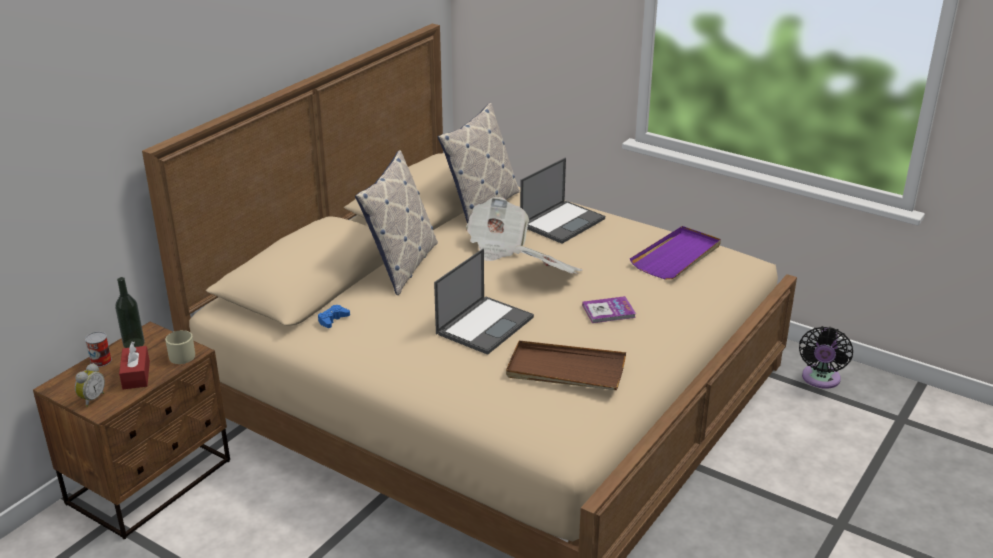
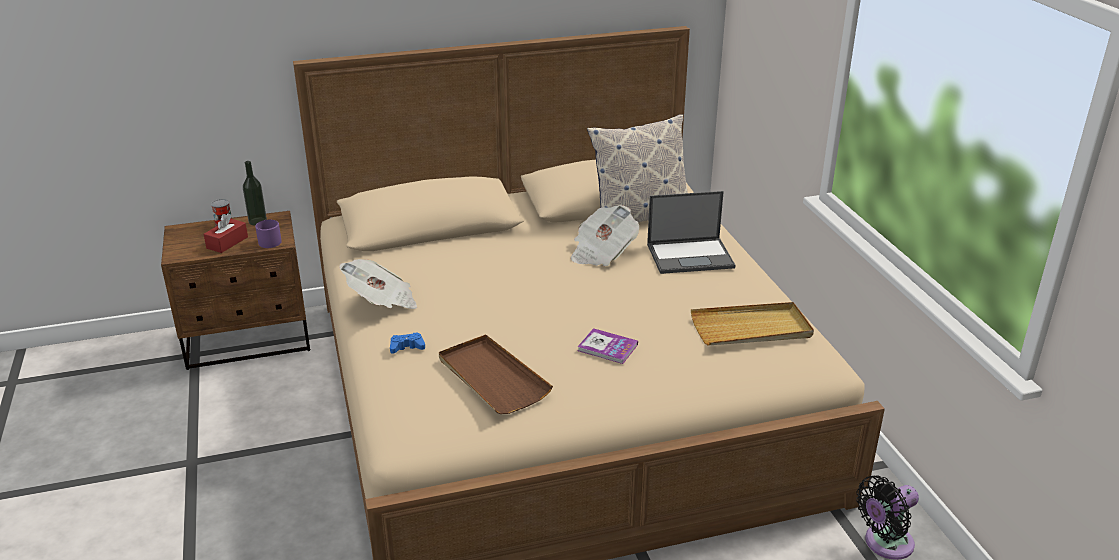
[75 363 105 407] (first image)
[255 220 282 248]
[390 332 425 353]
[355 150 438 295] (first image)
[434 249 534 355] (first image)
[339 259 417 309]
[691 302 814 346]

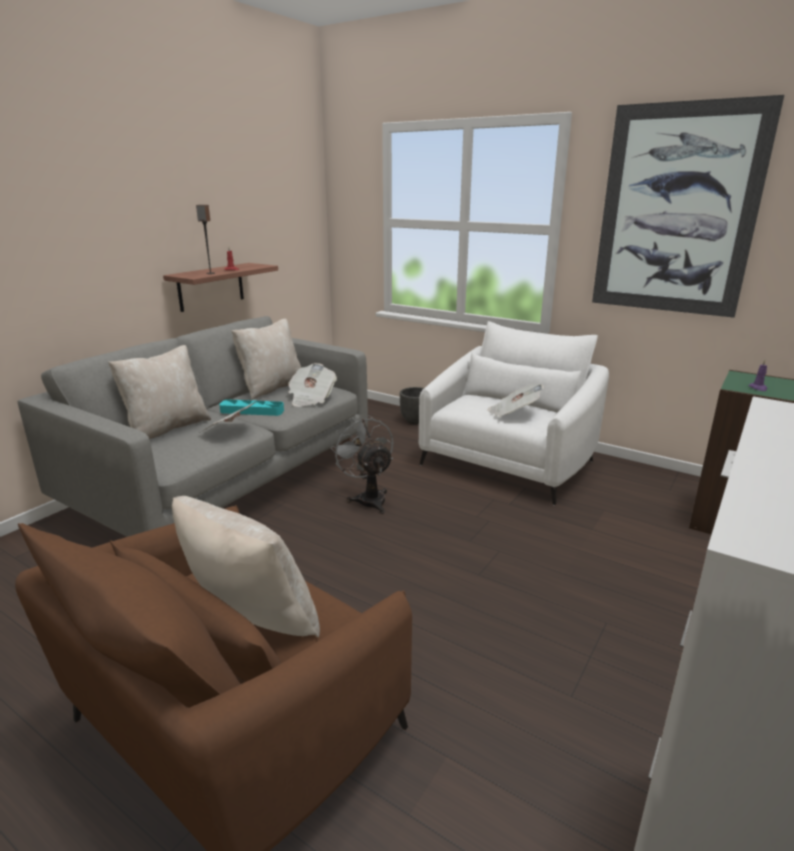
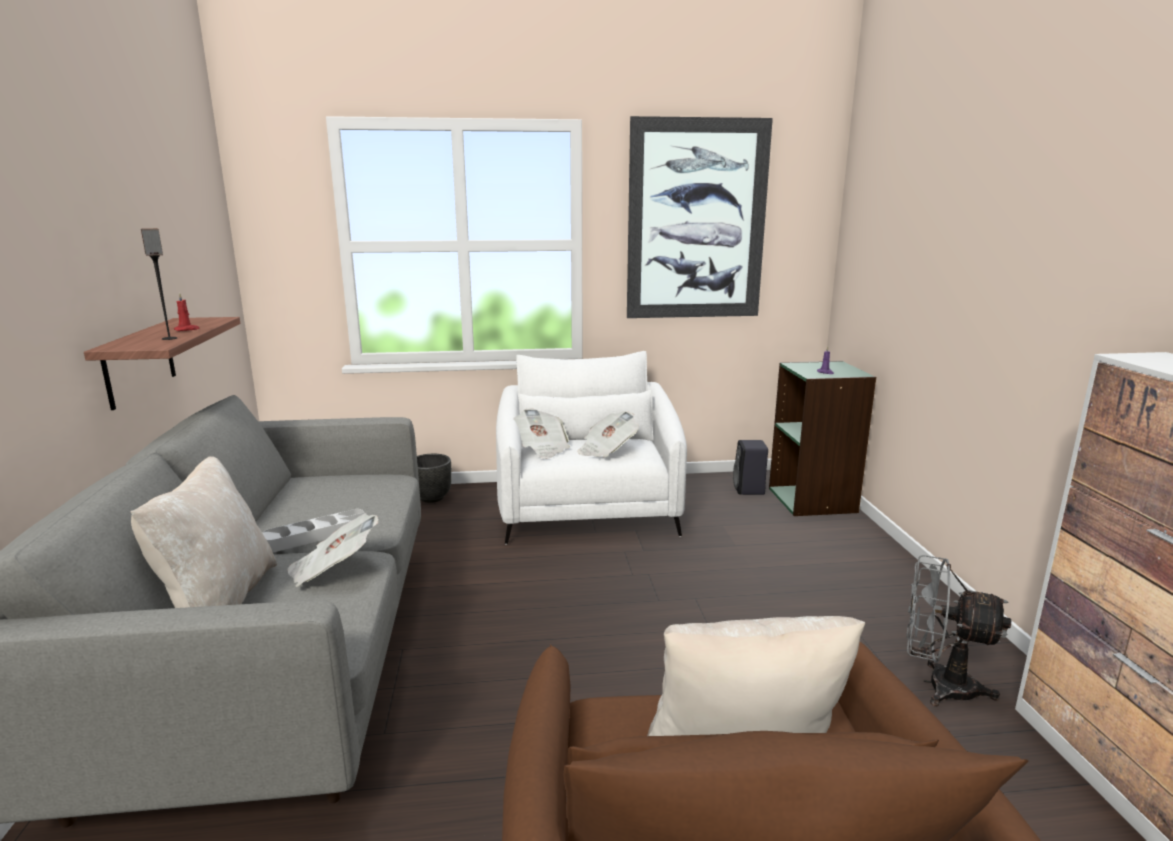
[263 509 365 552]
[231 318 301 400] (first image)
[513 408 570 459]
[906 555 1011 707]
[733 440 768 495]

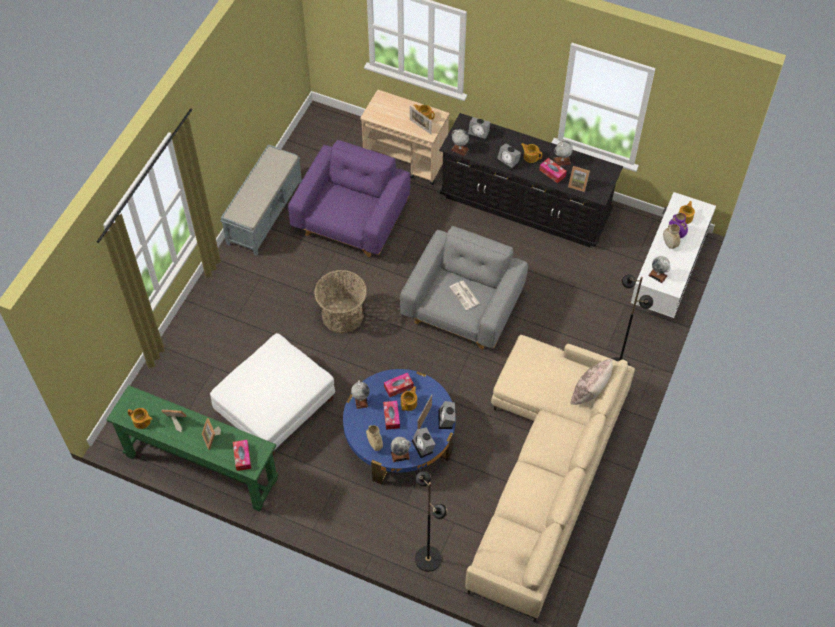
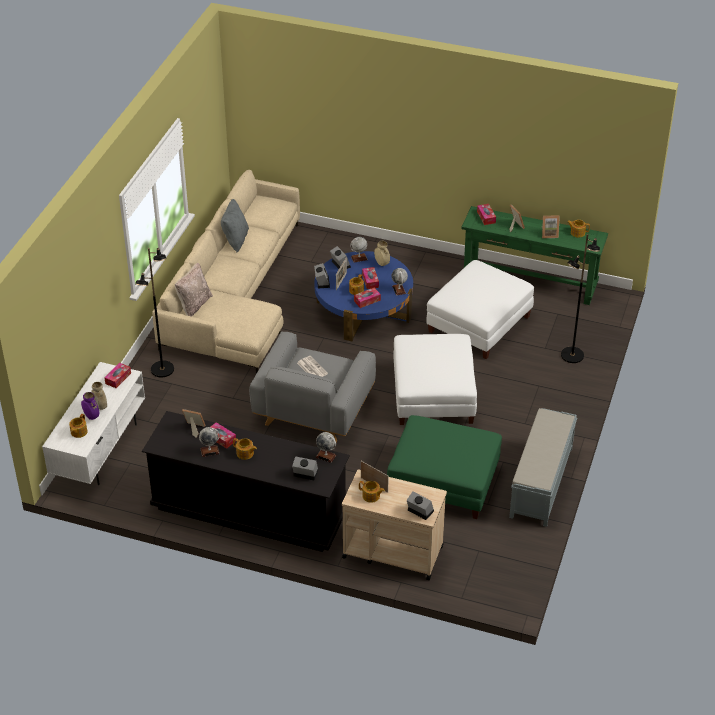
[387 415 502 519]
[393 334 477 425]
[561 234 600 363]
[407 492 434 520]
[104 363 131 388]
[221 199 249 253]

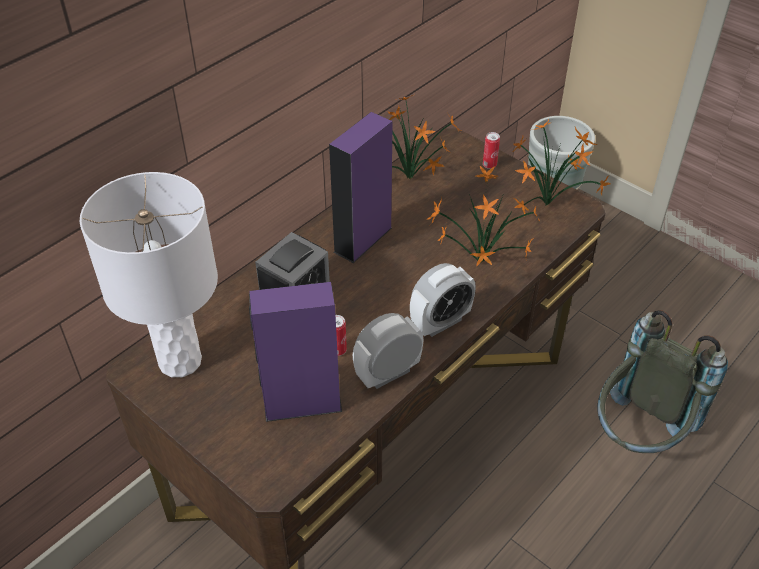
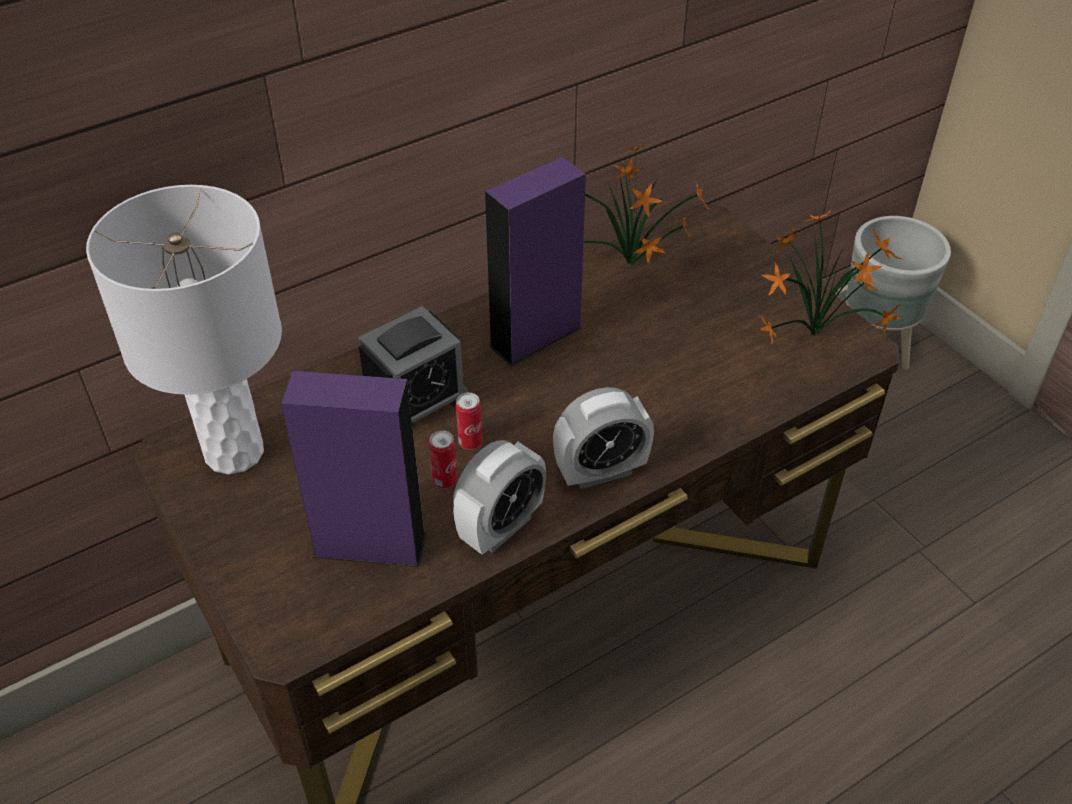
[453 440 546 555]
[427 166 539 267] (first image)
[456 392 482 450]
[597 310 728 453] (first image)

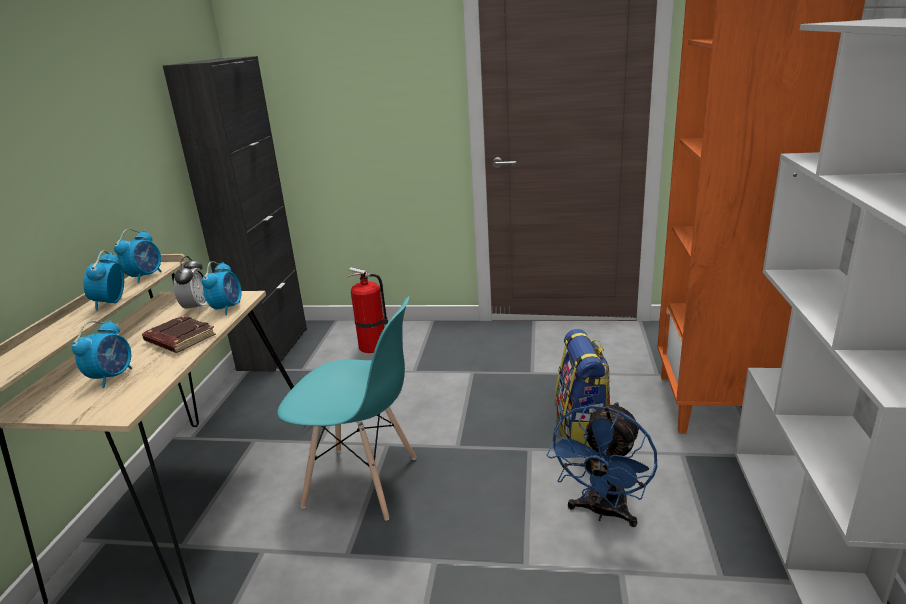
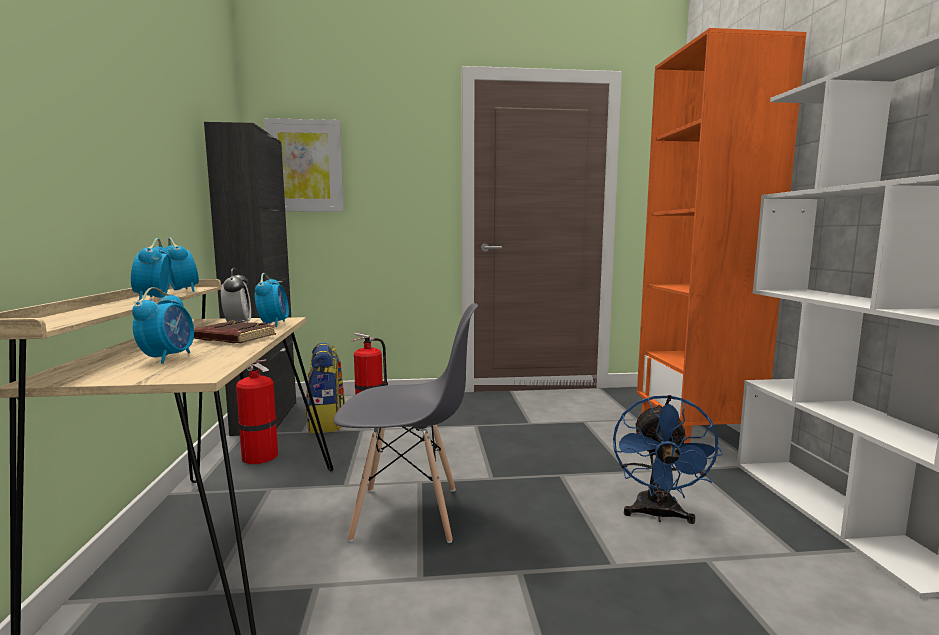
[165 238 199 292]
[333 303 478 543]
[305 343 345 434]
[236 359 278 464]
[264 118 344 212]

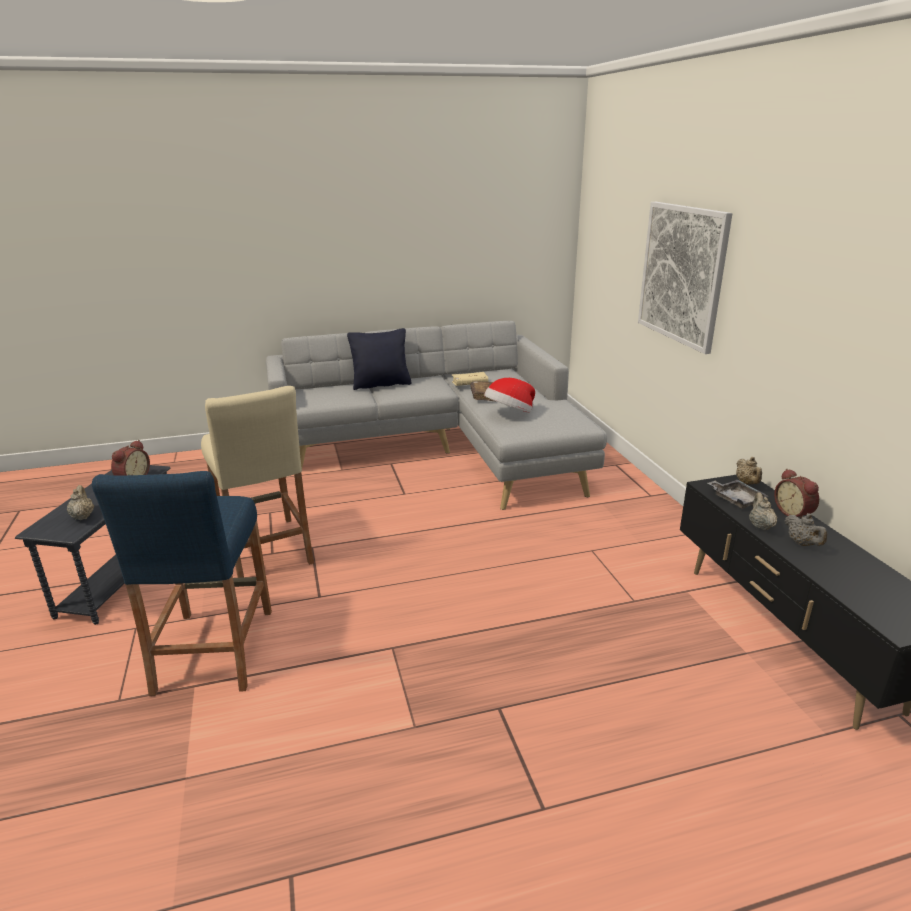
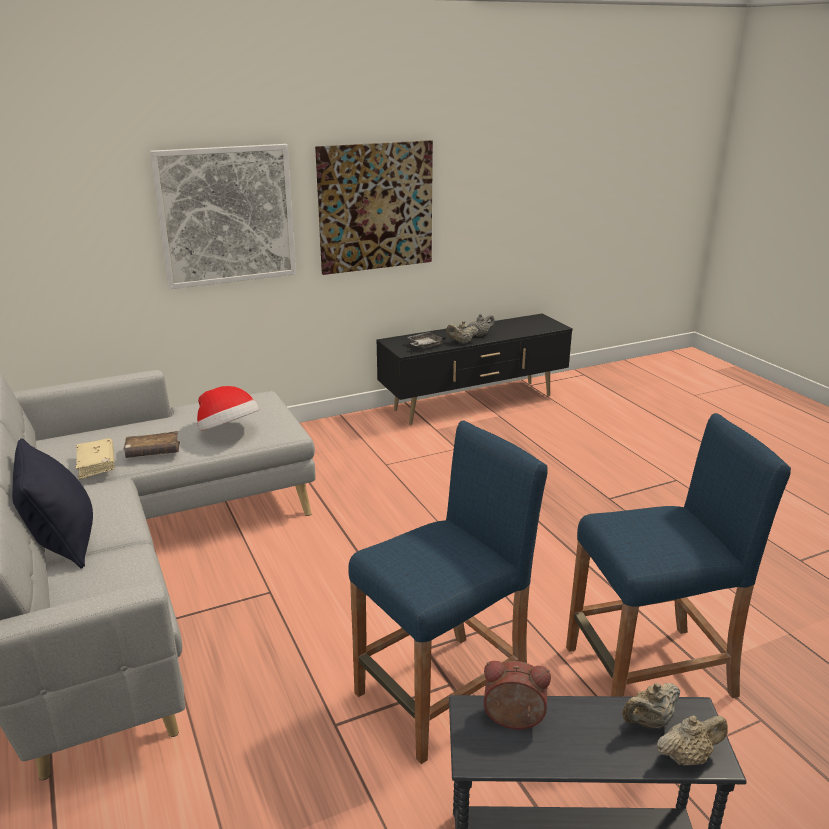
[349 421 548 764]
[656 715 728 766]
[774 469 819 518] (first image)
[315 140 433 275]

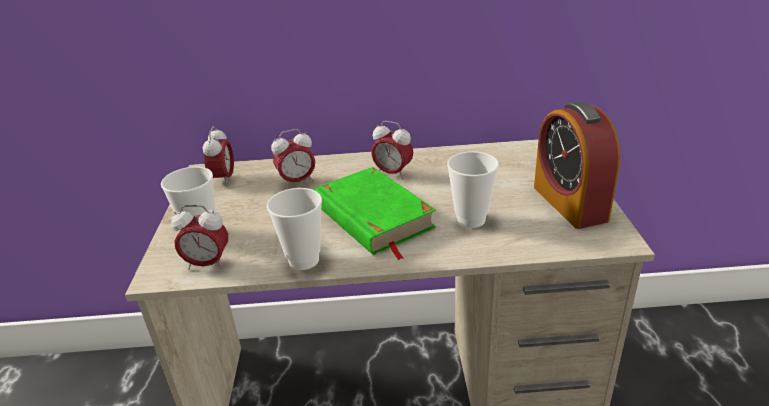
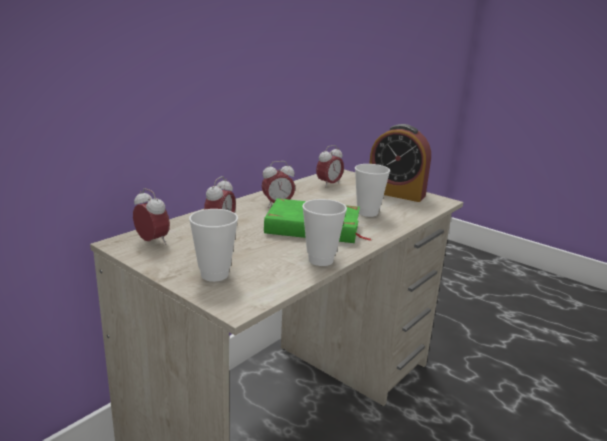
[316 145 344 188]

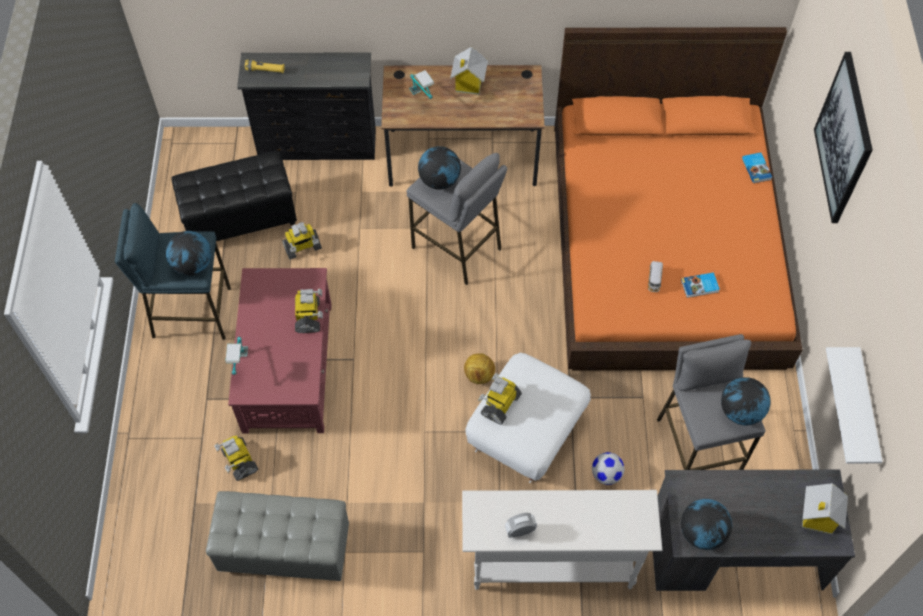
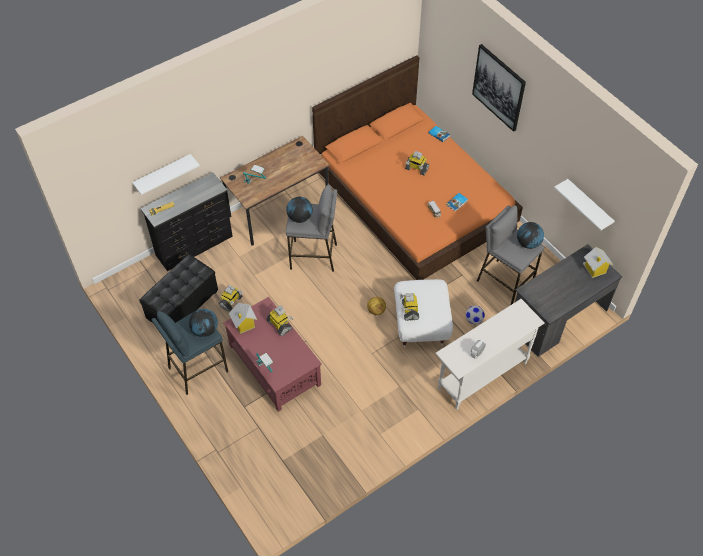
[206 491 349 581] (first image)
[405 151 429 175]
[229 303 257 334]
[681 499 732 550] (first image)
[132 154 200 195]

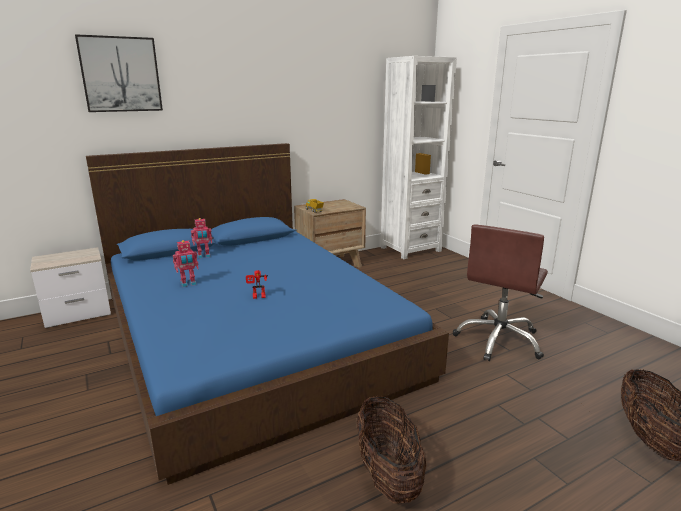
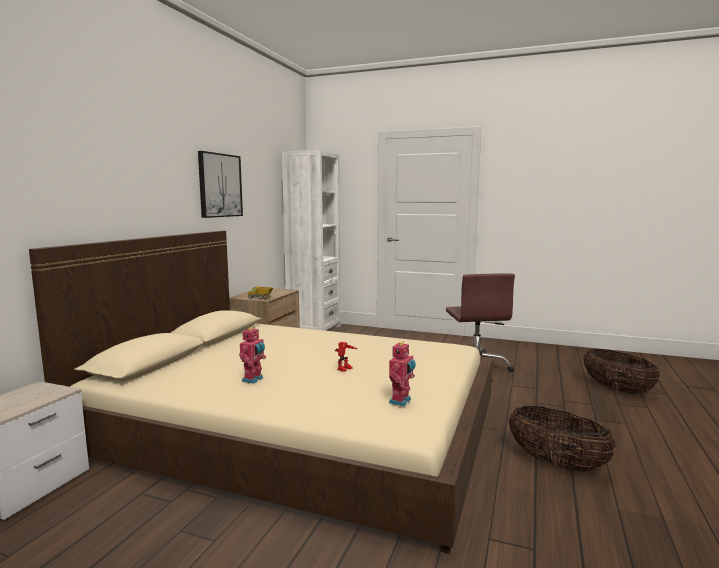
[198 151 243 218]
[29 231 493 554]
[389 341 416 406]

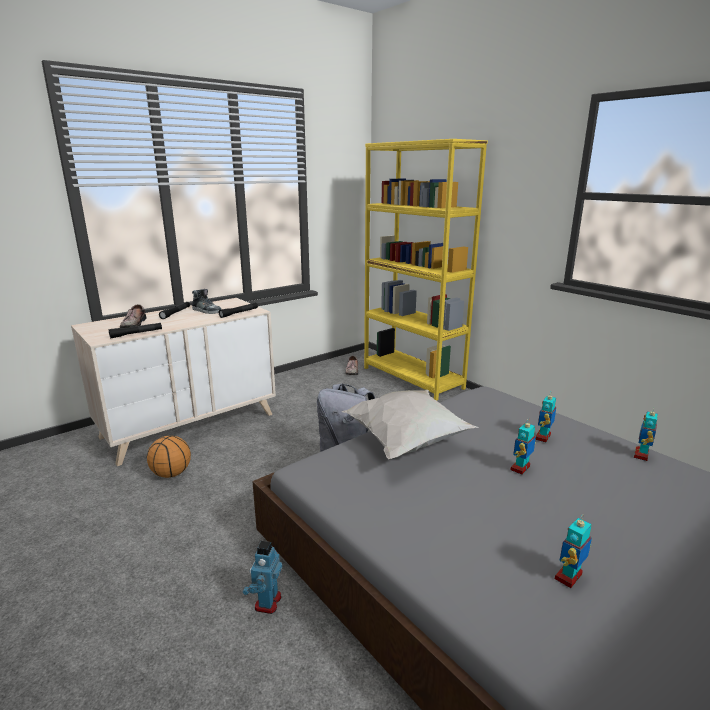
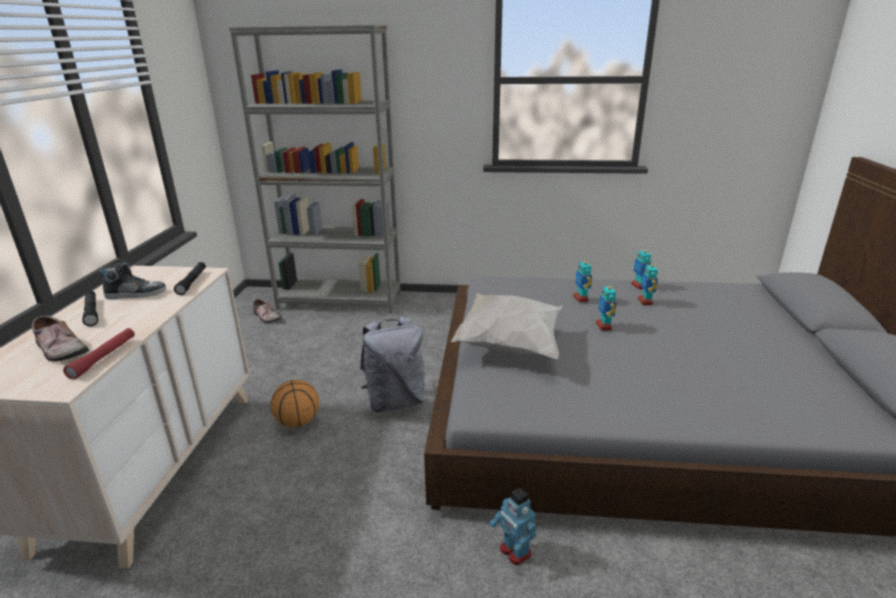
[63 328 135 380]
[271 380 319 428]
[229 24 401 313]
[638 264 658 305]

